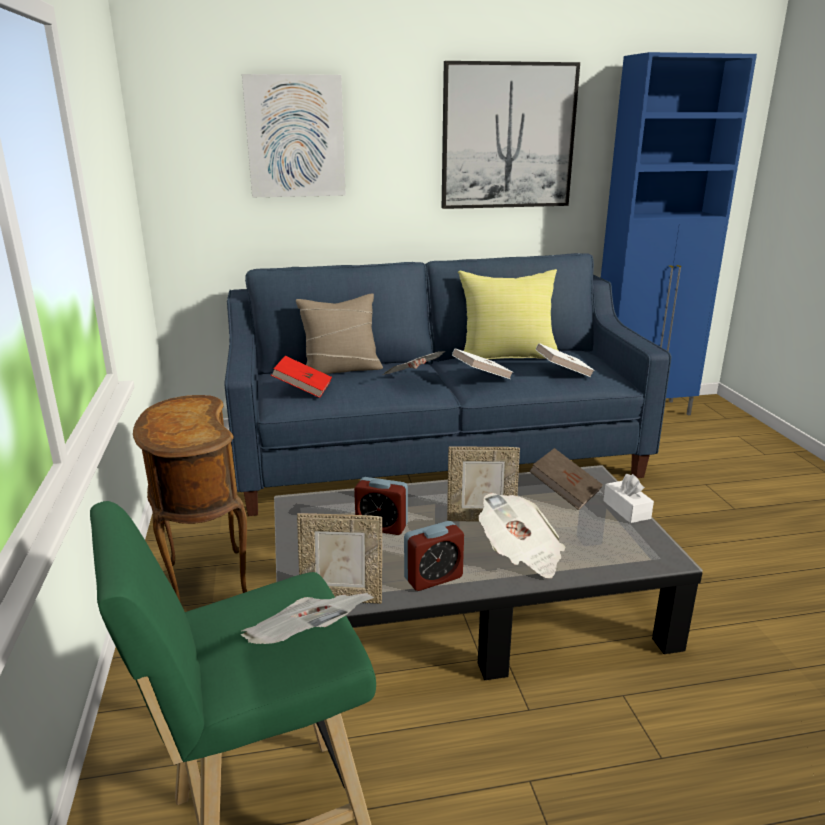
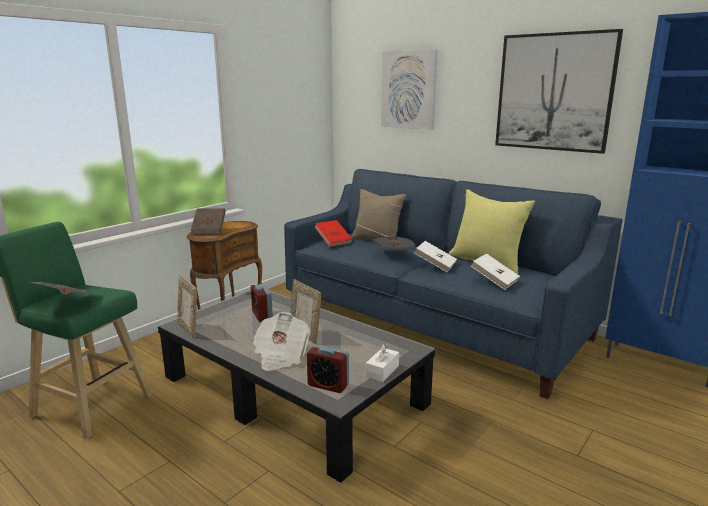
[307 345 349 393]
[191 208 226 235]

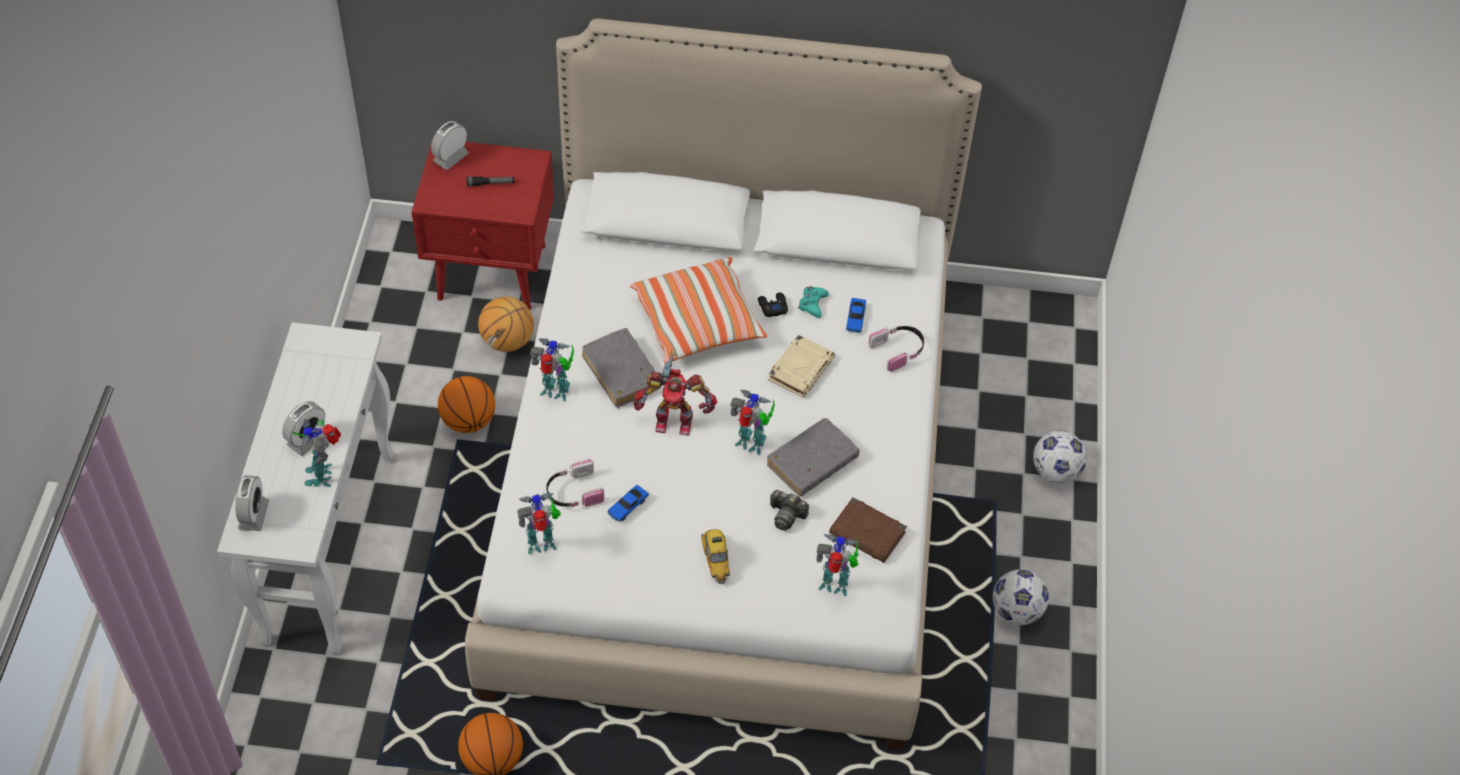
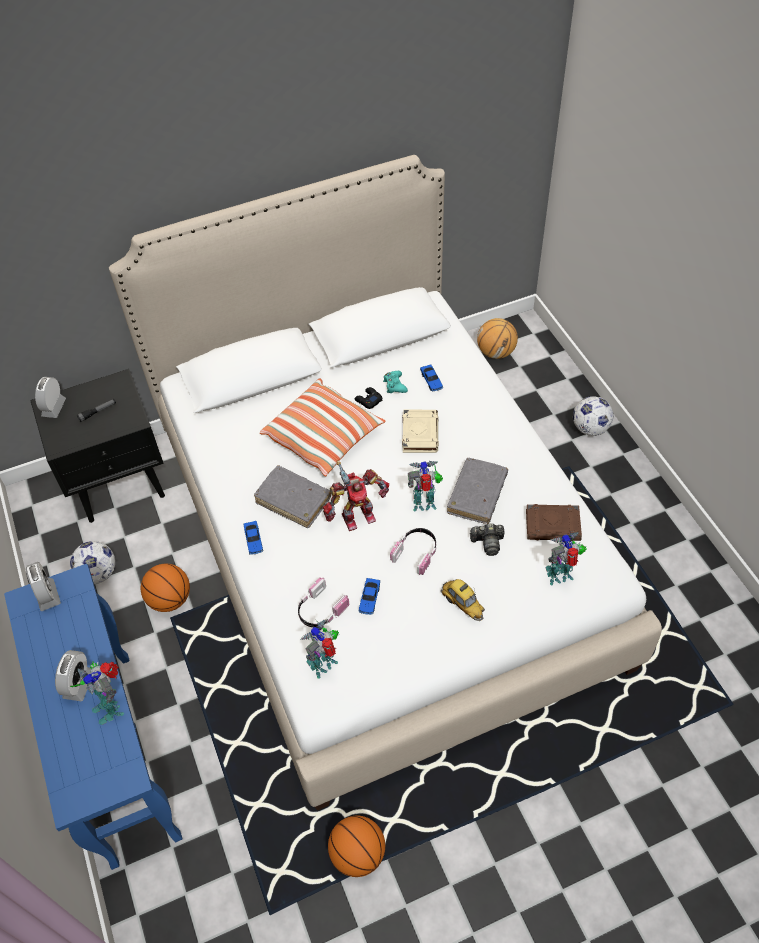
[4 564 183 870]
[26 562 61 611]
[30 369 165 523]
[477 318 518 359]
[244 521 263 555]
[390 528 437 575]
[70 541 115 584]

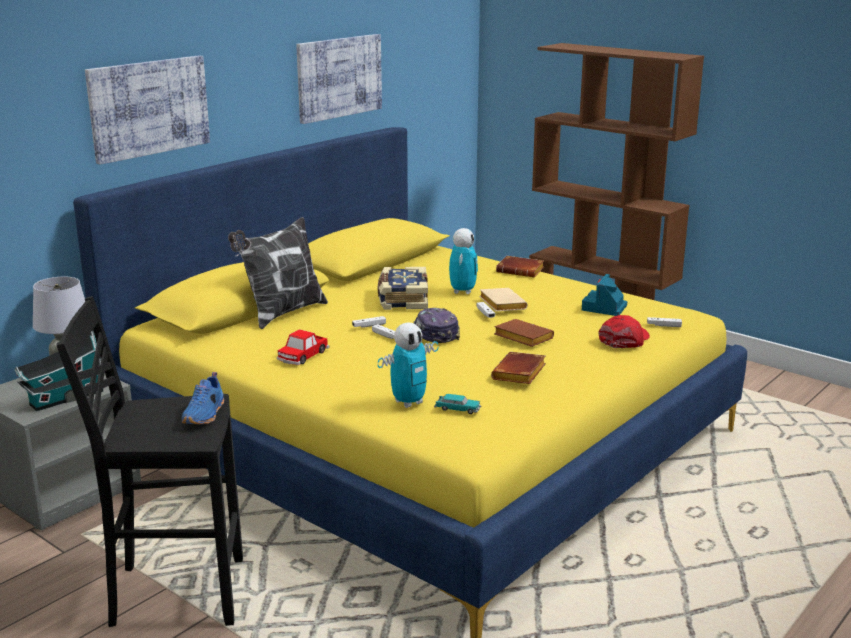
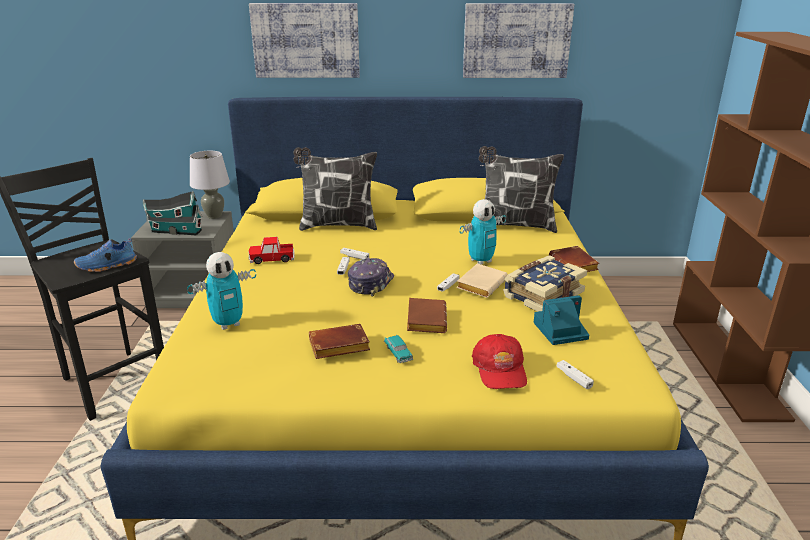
[503 255 587 312]
[187 252 256 330]
[384 335 413 363]
[472 334 527 389]
[479 146 564 233]

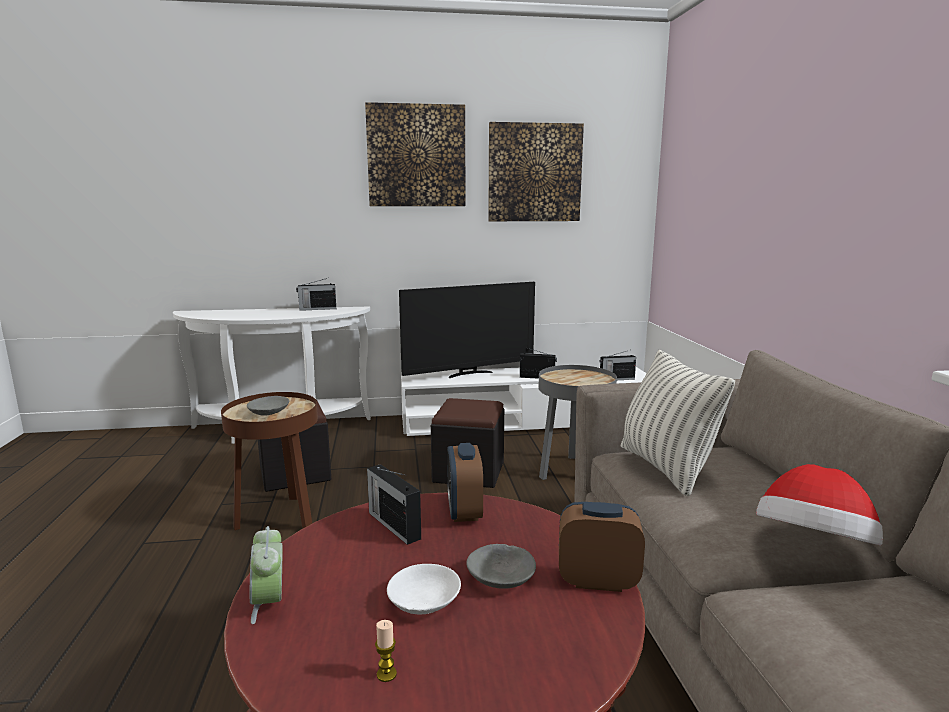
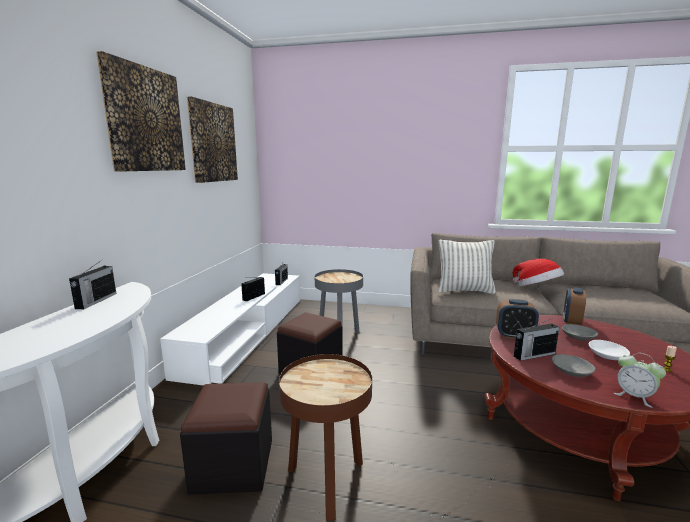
[552 354 596 377]
[614 353 666 408]
[399 282 535 378] (first image)

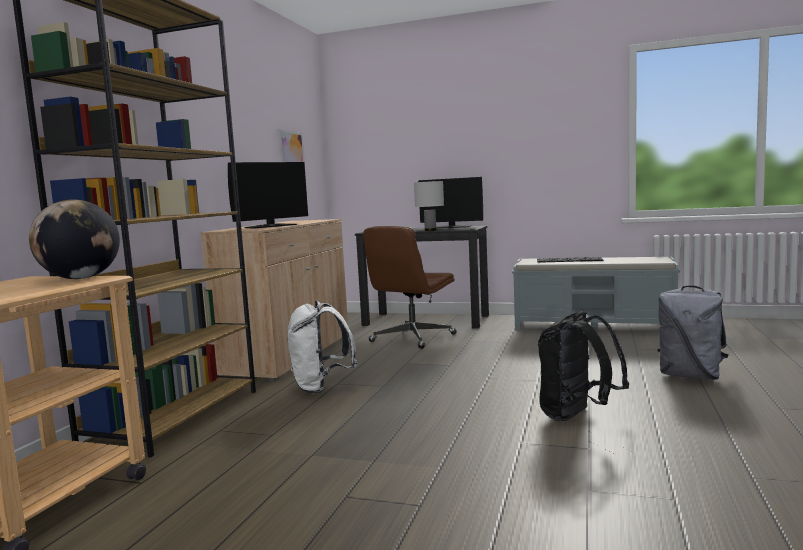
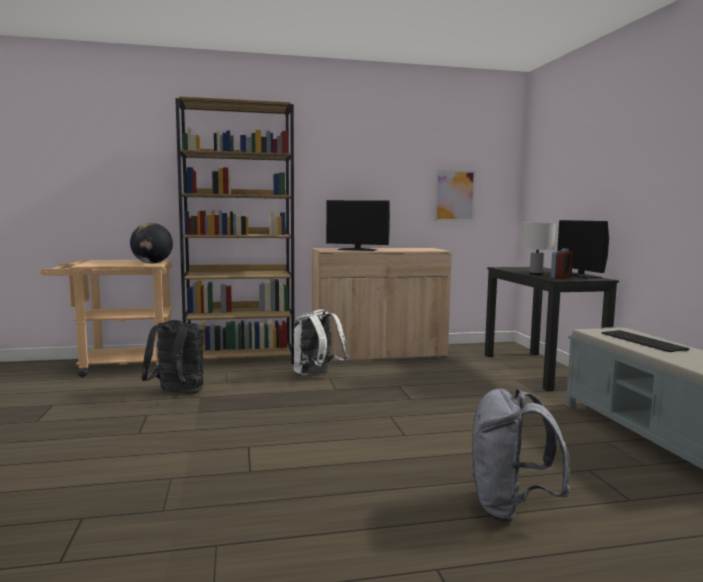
[364 226 457 349] (first image)
[141 320 204 393]
[551 248 573 279]

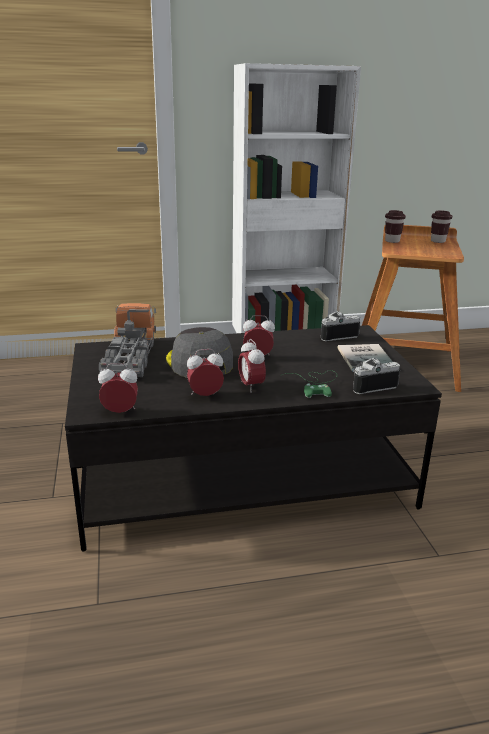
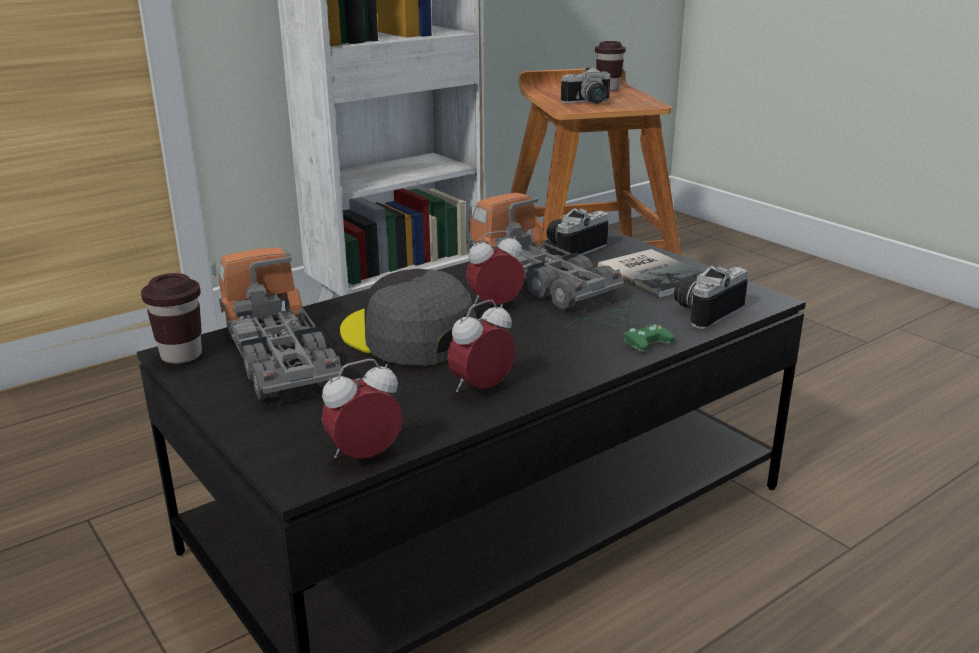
[238 339 266 393] (first image)
[141 273 202 364]
[466 193 624 310]
[561 66 611 104]

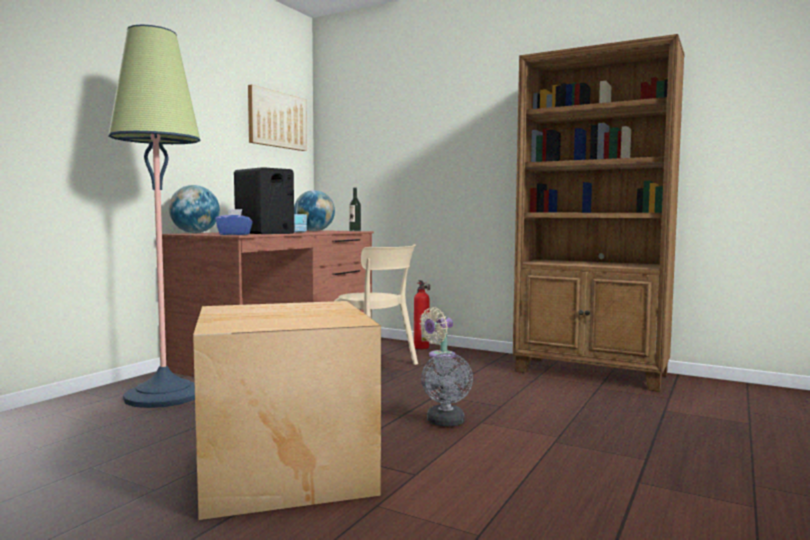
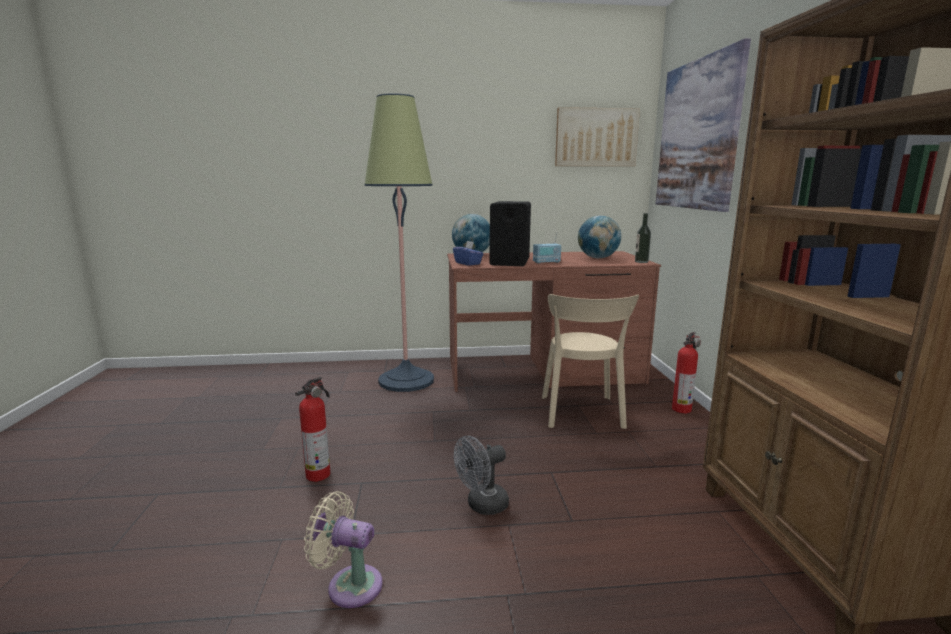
[295 377 330 482]
[304 491 383 608]
[656 38 751 212]

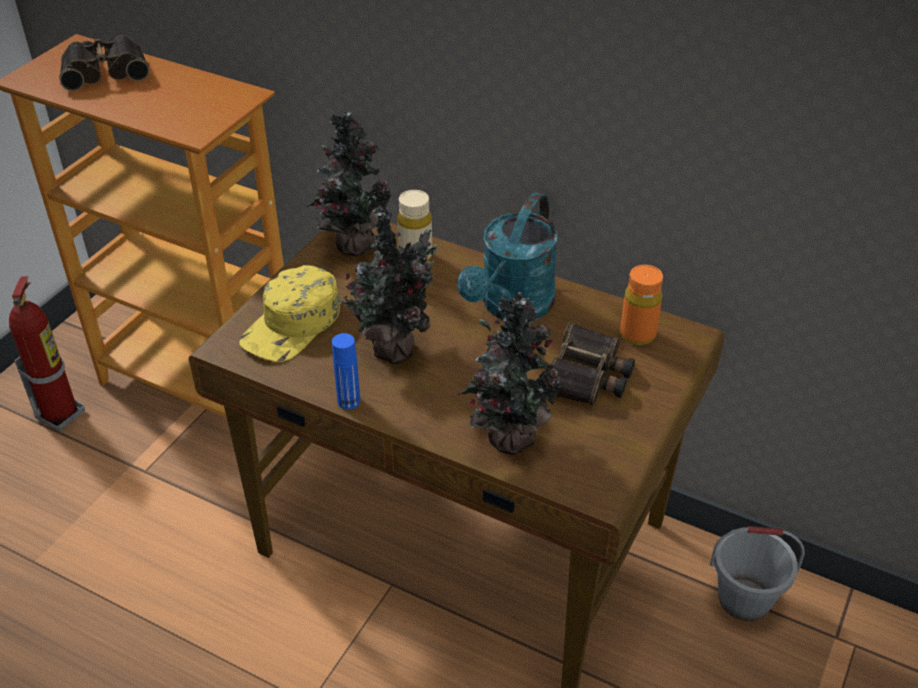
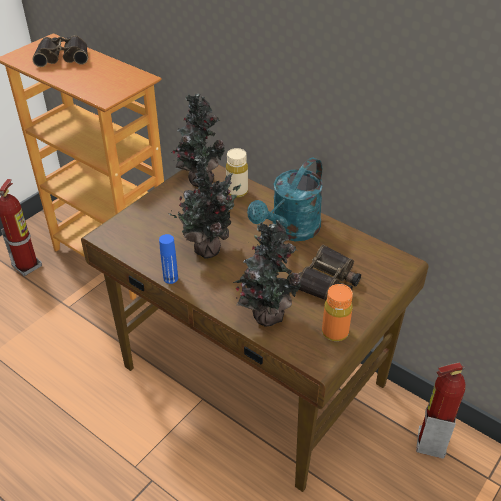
[239 265 340 362] (first image)
[322 284 353 341]
[416 363 465 459]

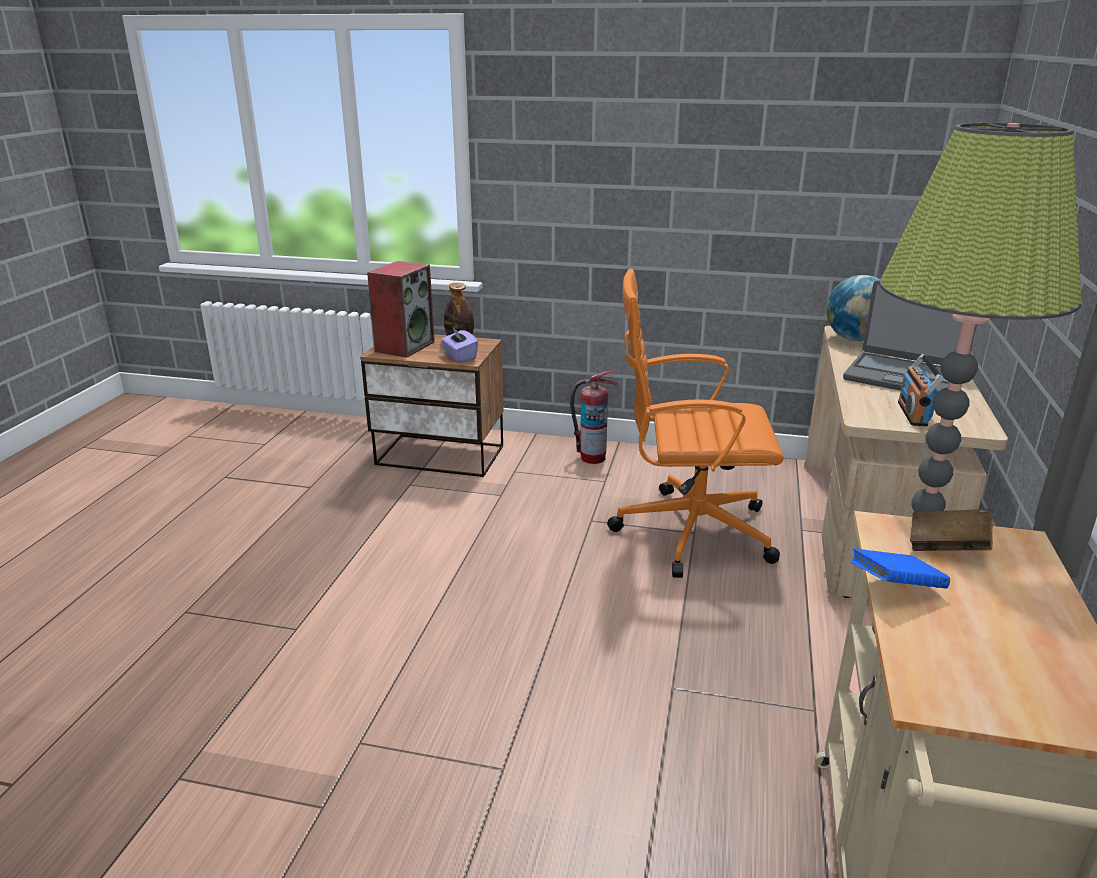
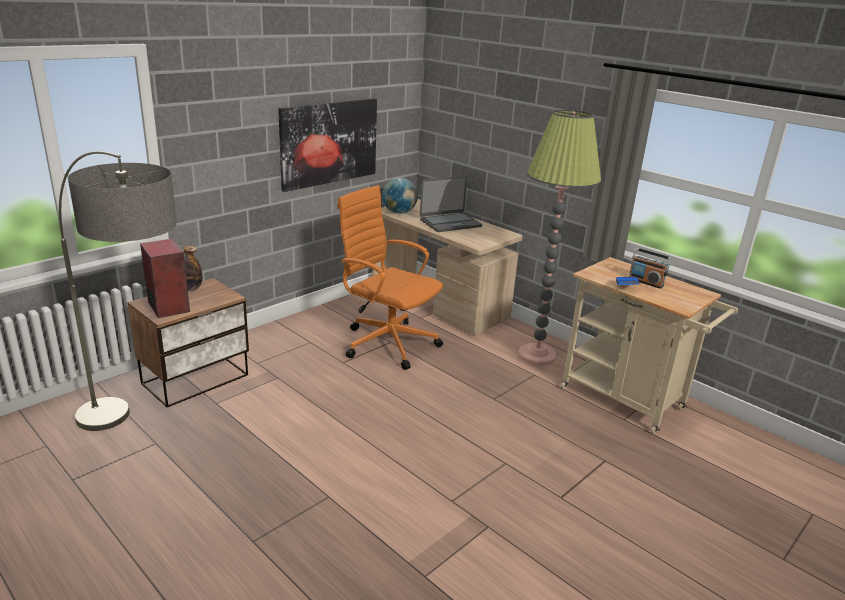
[441 328 478 363] (first image)
[570 371 618 464] (first image)
[337 185 443 370]
[629 248 672 289]
[910 509 993 551] (first image)
[59 151 177 431]
[278 99 377 192]

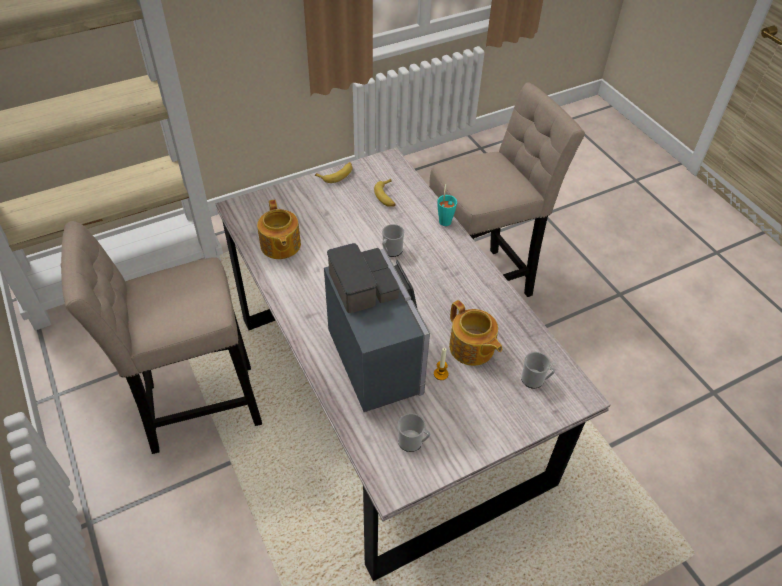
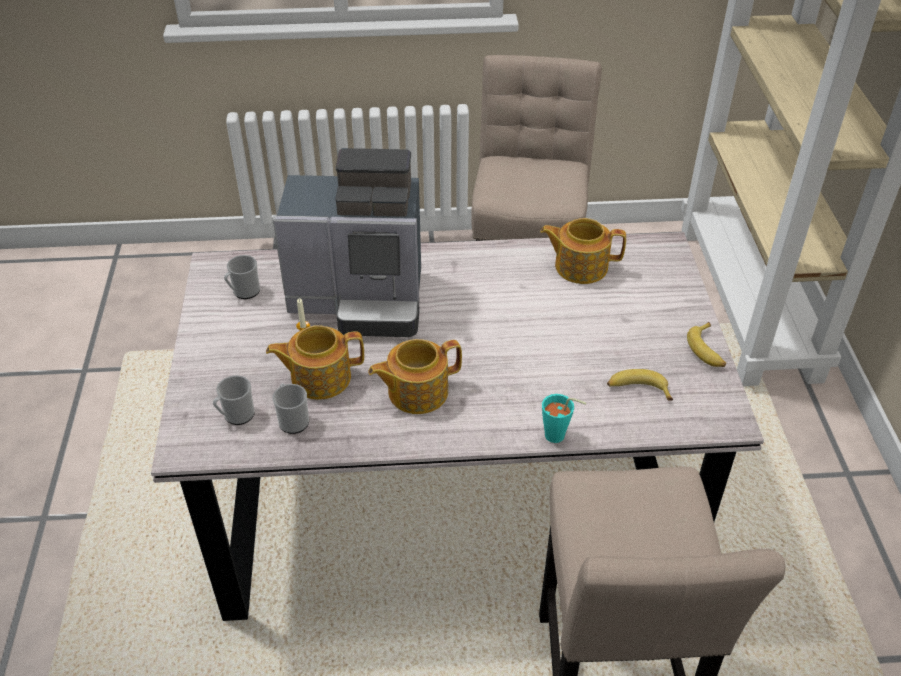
[272 383 309 434]
[368 339 462 414]

